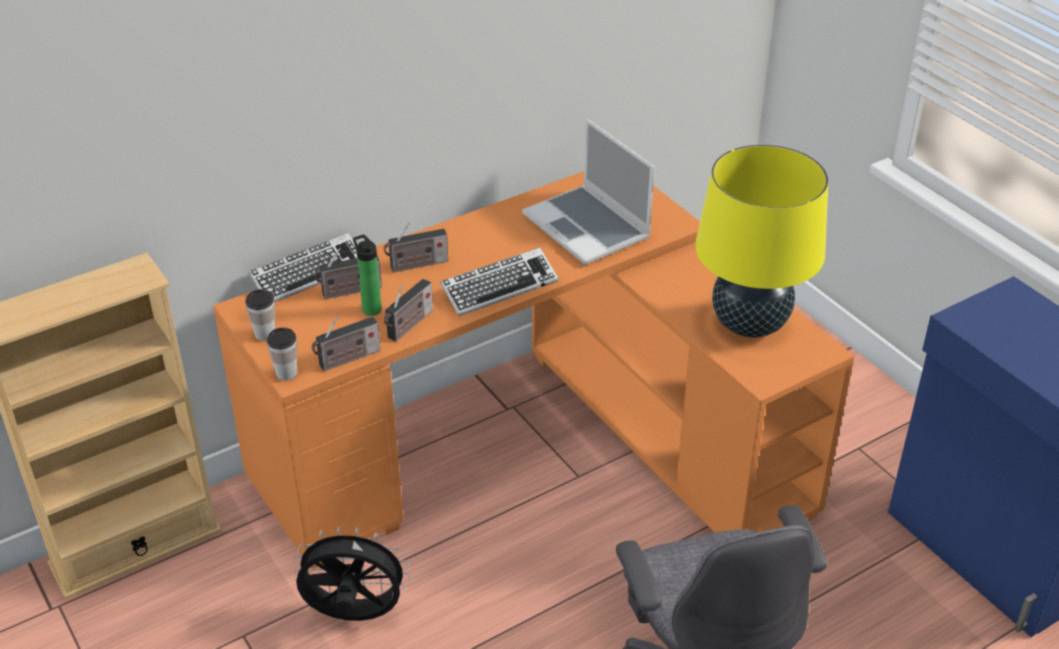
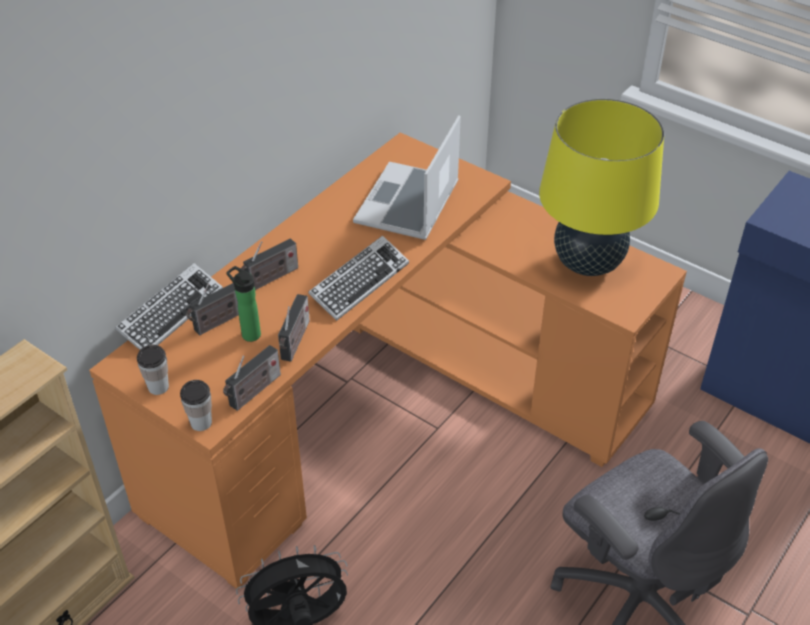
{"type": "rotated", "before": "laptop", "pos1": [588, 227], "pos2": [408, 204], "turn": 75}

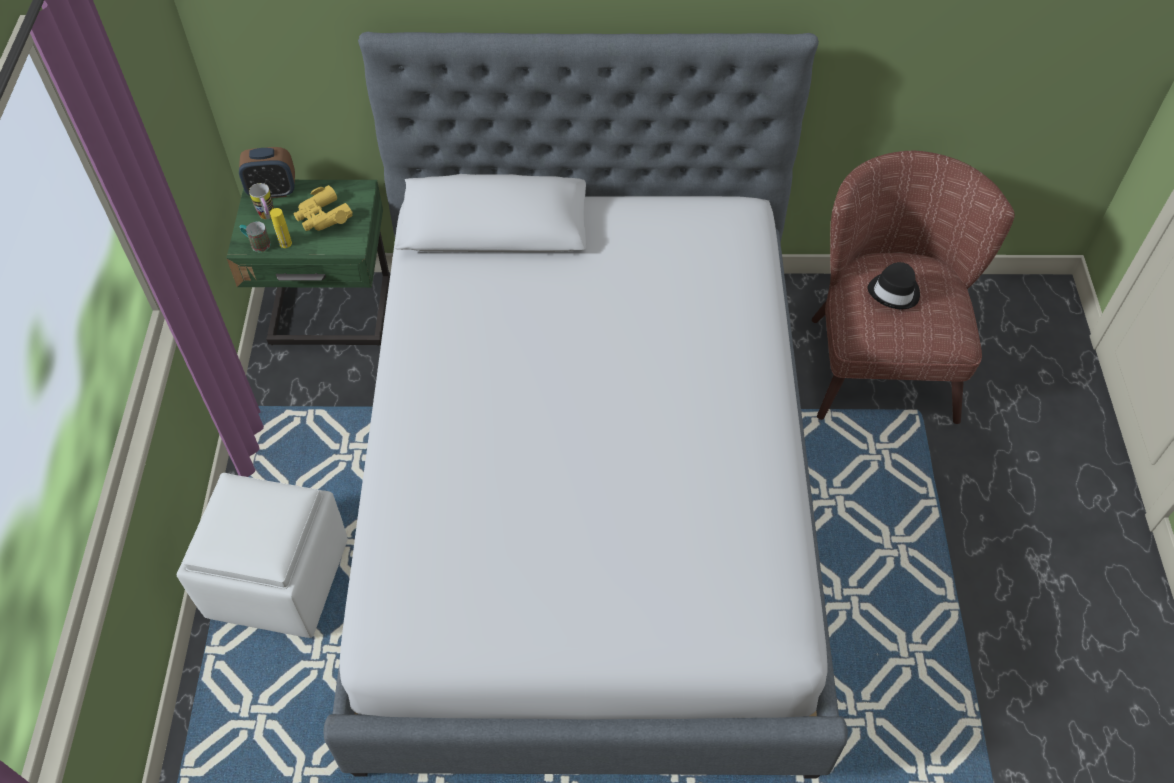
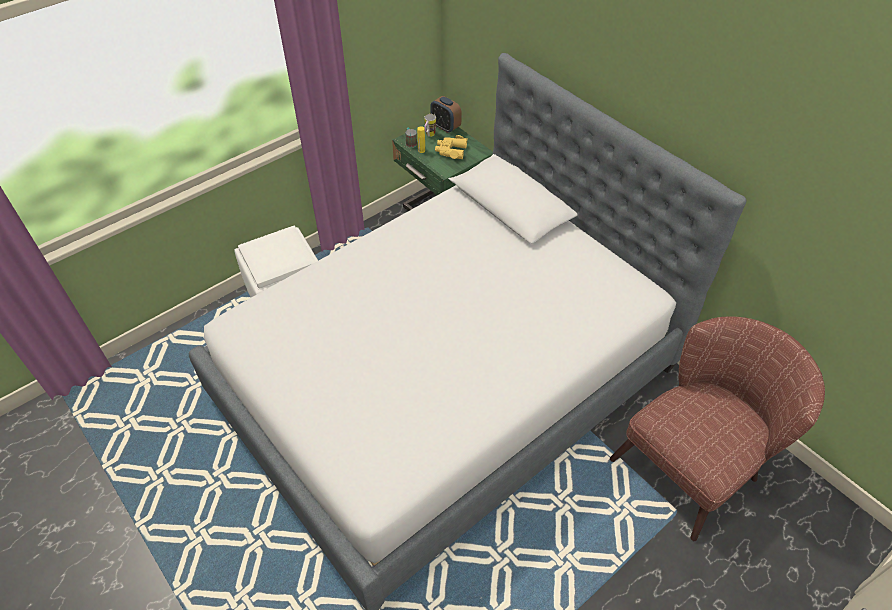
{"type": "gone", "before": "black hat", "pos1": [894, 292]}

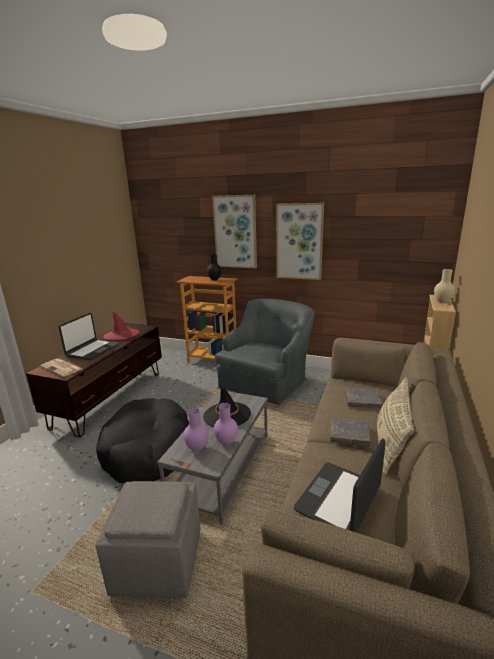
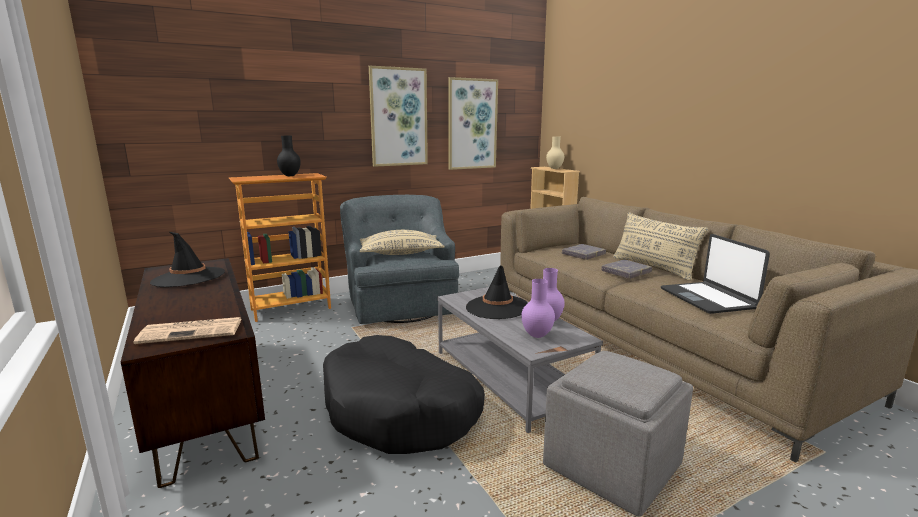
{"type": "repainted", "before": "red hat", "after": "black hat", "pos1": [121, 335], "pos2": [188, 278]}
{"type": "new", "after": "beige pillow", "pos2": [400, 253]}
{"type": "shifted", "before": "picture", "pos1": [235, 232], "pos2": [472, 124]}
{"type": "gone", "before": "laptop", "pos1": [92, 350]}

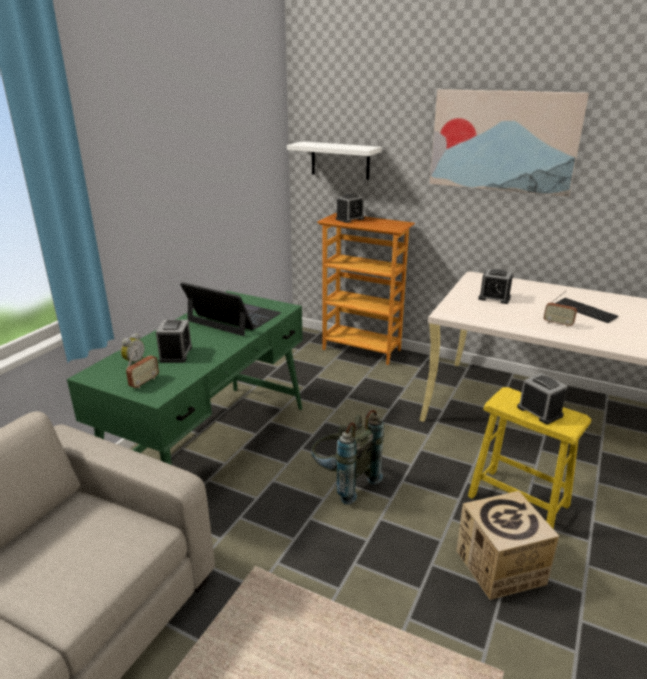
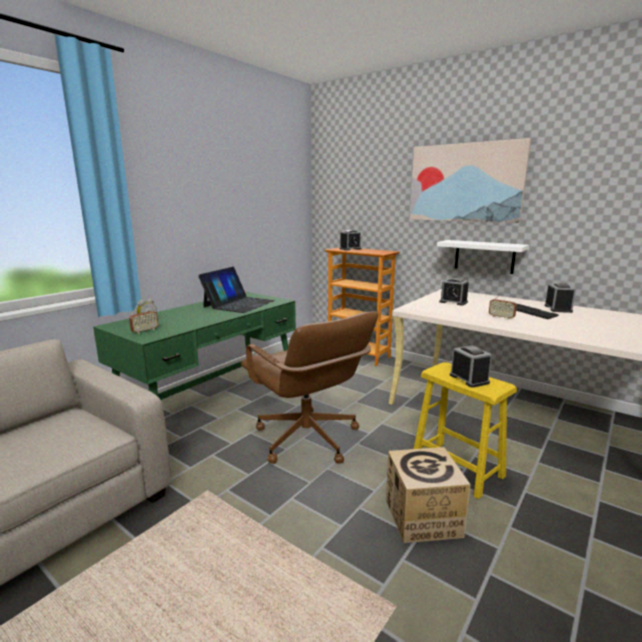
{"type": "rotated", "before": "laptop", "pos1": [233, 317], "pos2": [239, 304], "turn": 75}
{"type": "swapped", "before": "grey backpack", "after": "brown office chair", "pos1": [343, 482], "pos2": [307, 439]}
{"type": "shifted", "before": "white shelf", "pos1": [340, 160], "pos2": [484, 256]}
{"type": "shifted", "before": "alarm clock", "pos1": [176, 354], "pos2": [558, 309]}

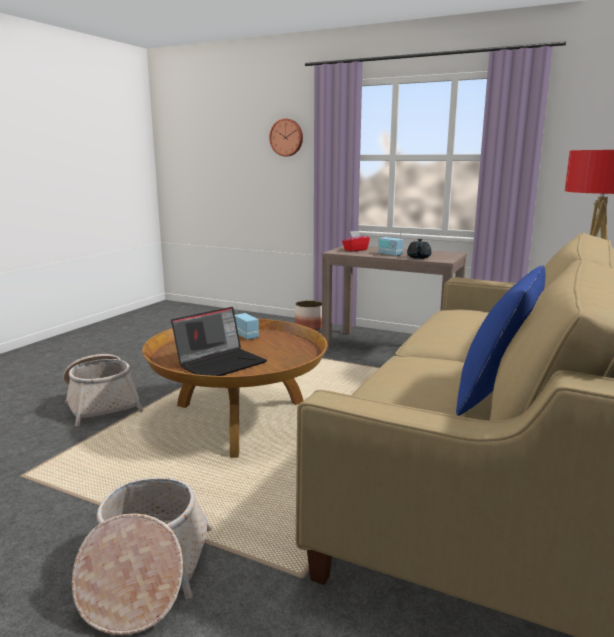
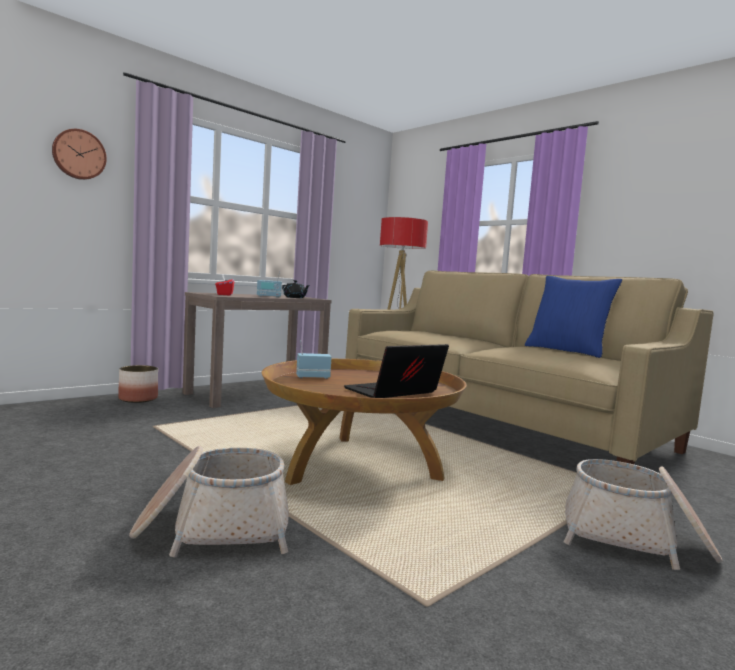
{"type": "rotated", "before": "laptop", "pos1": [221, 363], "pos2": [393, 392], "turn": -105}

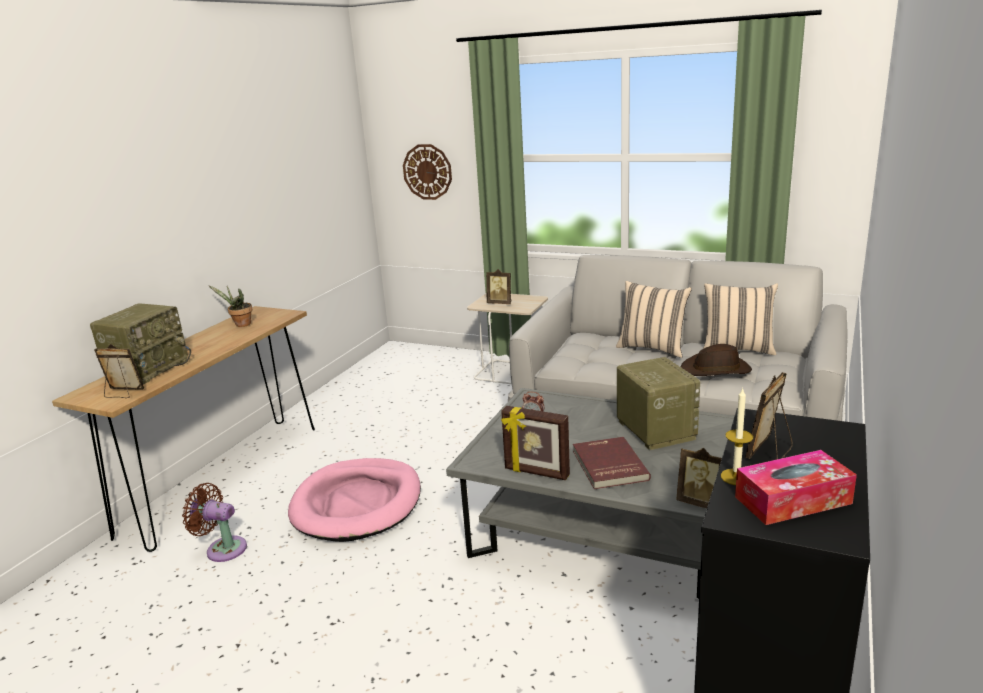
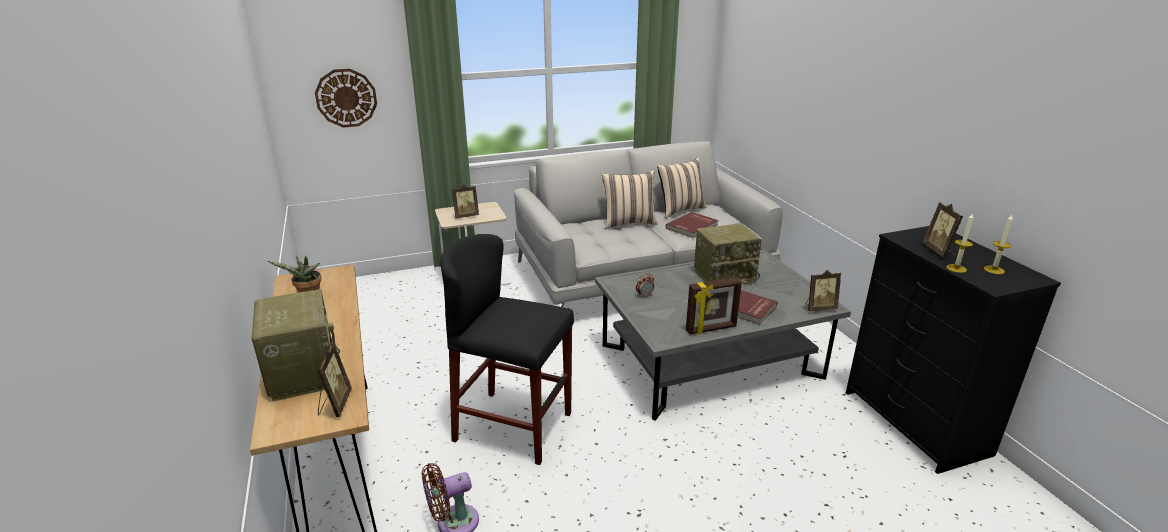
{"type": "rotated", "before": "picture frame", "pos1": [122, 393], "pos2": [334, 404], "turn": 120}
{"type": "swapped", "before": "pink dog bed", "after": "black stool", "pos1": [357, 503], "pos2": [513, 427]}
{"type": "swapped", "before": "brown hat", "after": "red book", "pos1": [716, 370], "pos2": [692, 227]}
{"type": "rotated", "before": "radio", "pos1": [654, 430], "pos2": [724, 276], "turn": 135}
{"type": "swapped", "before": "tissue box", "after": "candle", "pos1": [792, 500], "pos2": [994, 270]}

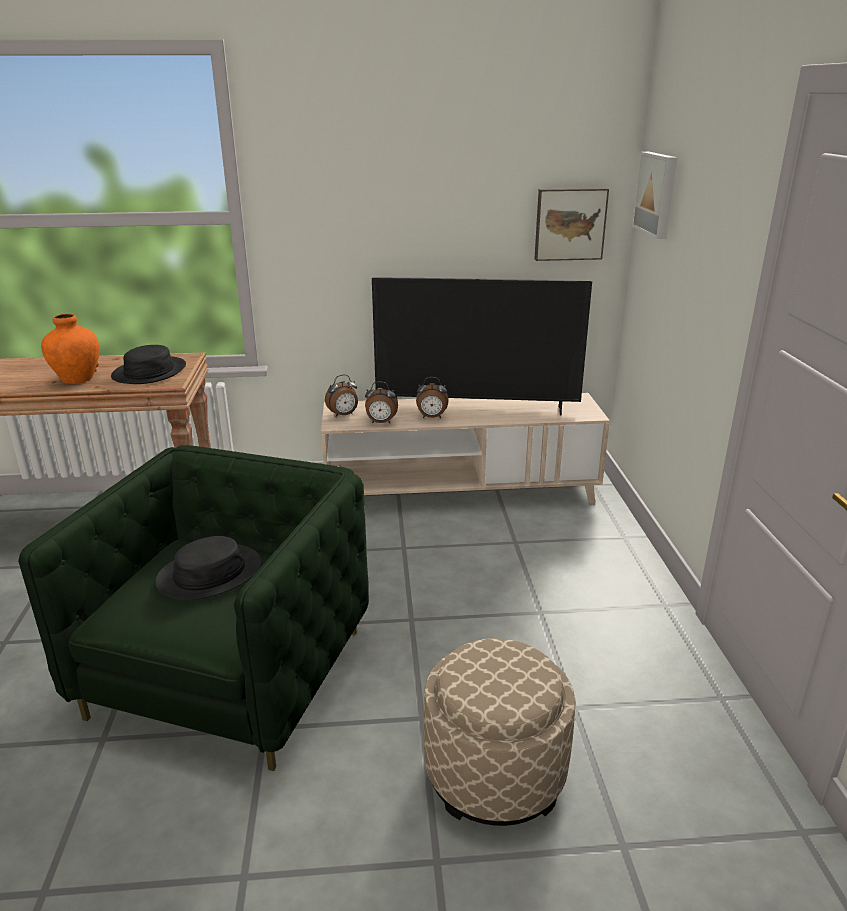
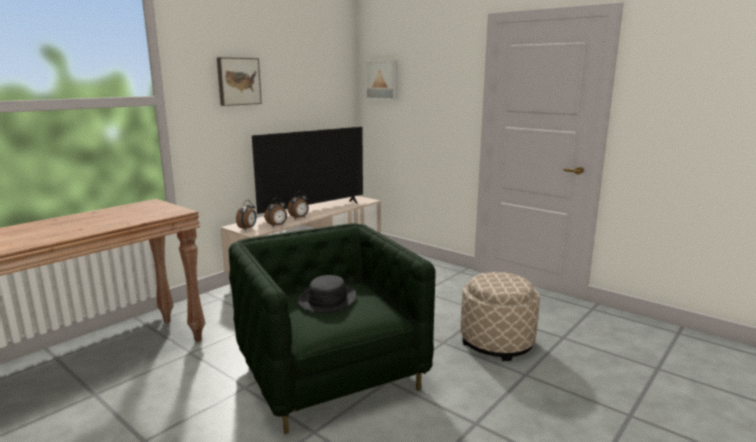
{"type": "shifted", "before": "picture", "pos1": [569, 224], "pos2": [238, 81]}
{"type": "gone", "before": "orange vase", "pos1": [77, 379]}
{"type": "gone", "before": "black hat", "pos1": [149, 372]}

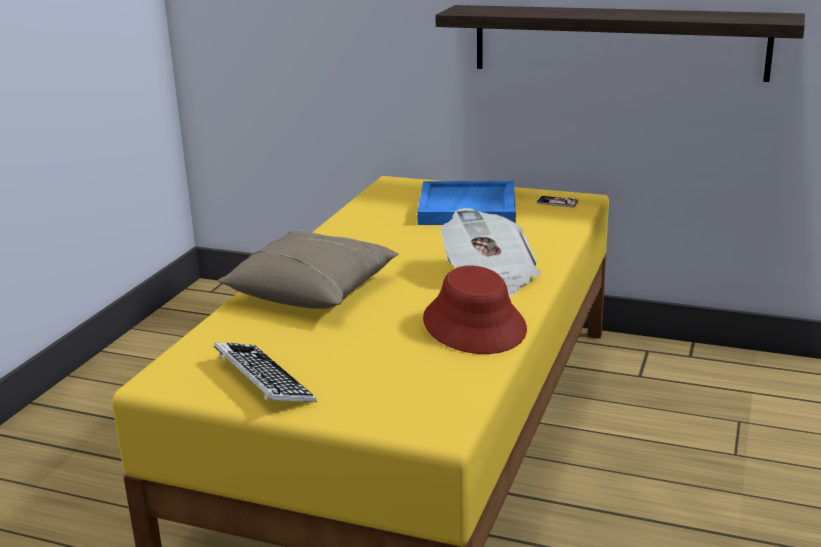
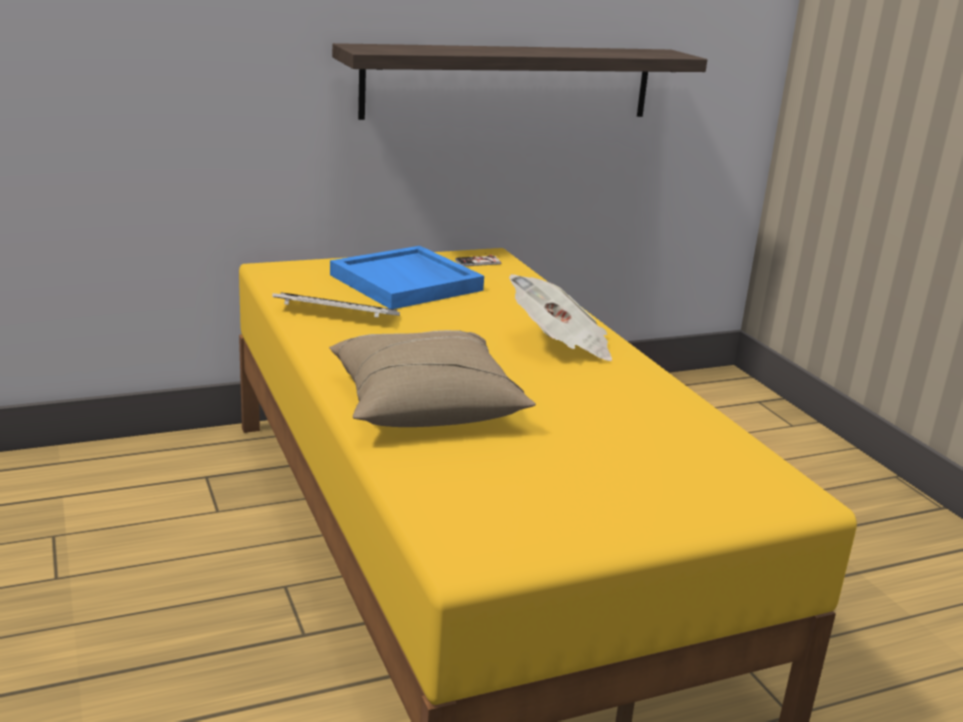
{"type": "shifted", "before": "keyboard", "pos1": [263, 381], "pos2": [336, 314]}
{"type": "gone", "before": "red hat", "pos1": [475, 325]}

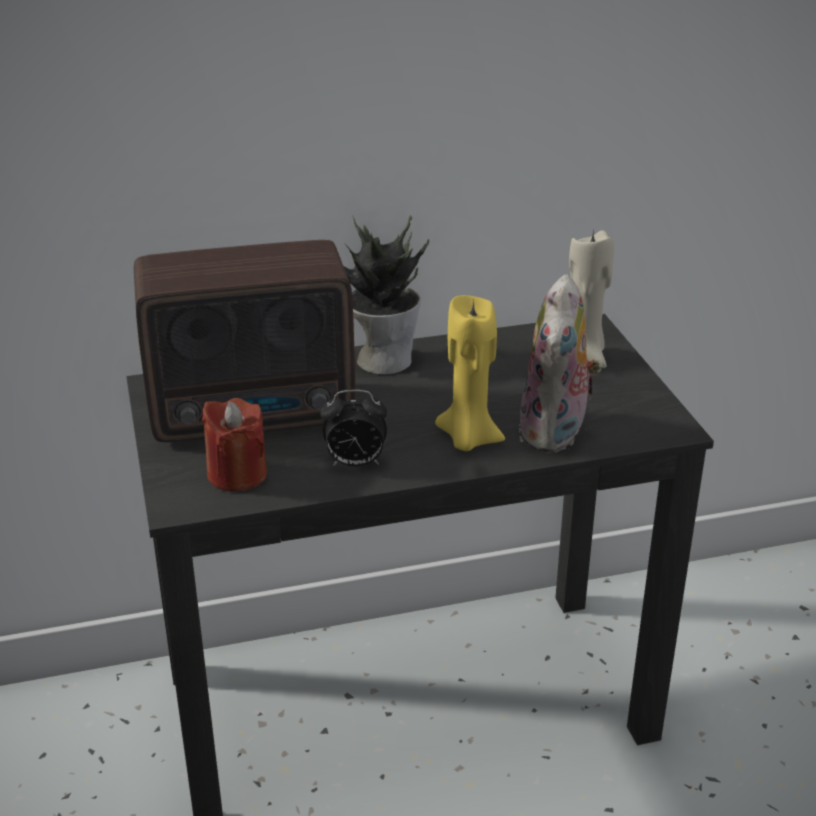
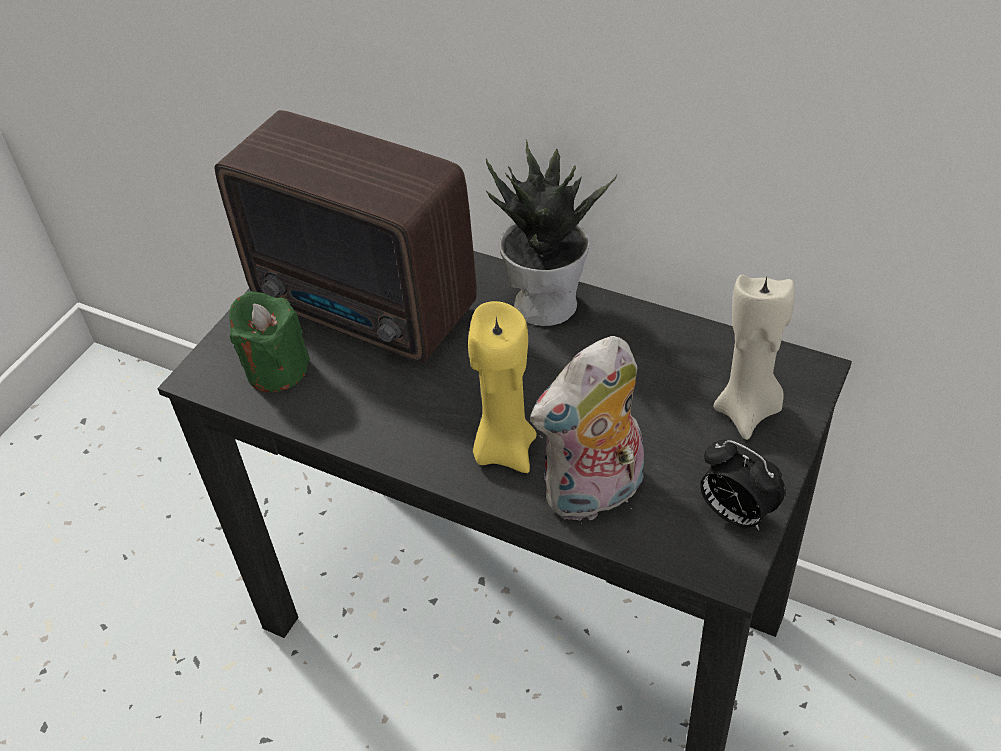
{"type": "repainted", "before": "red candle", "after": "green candle", "pos1": [237, 475], "pos2": [276, 369]}
{"type": "shifted", "before": "alarm clock", "pos1": [355, 463], "pos2": [735, 513]}

